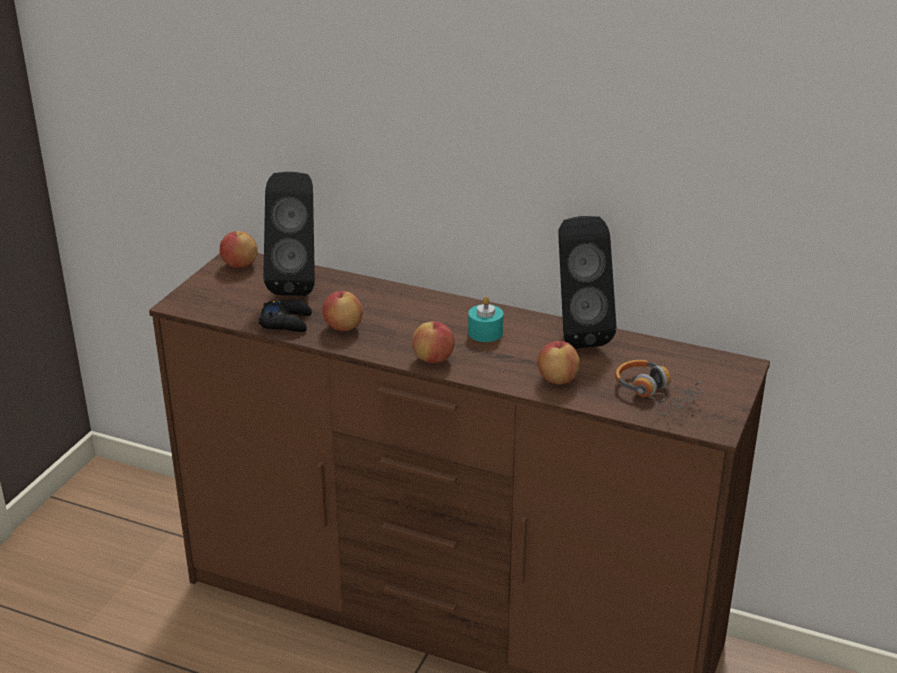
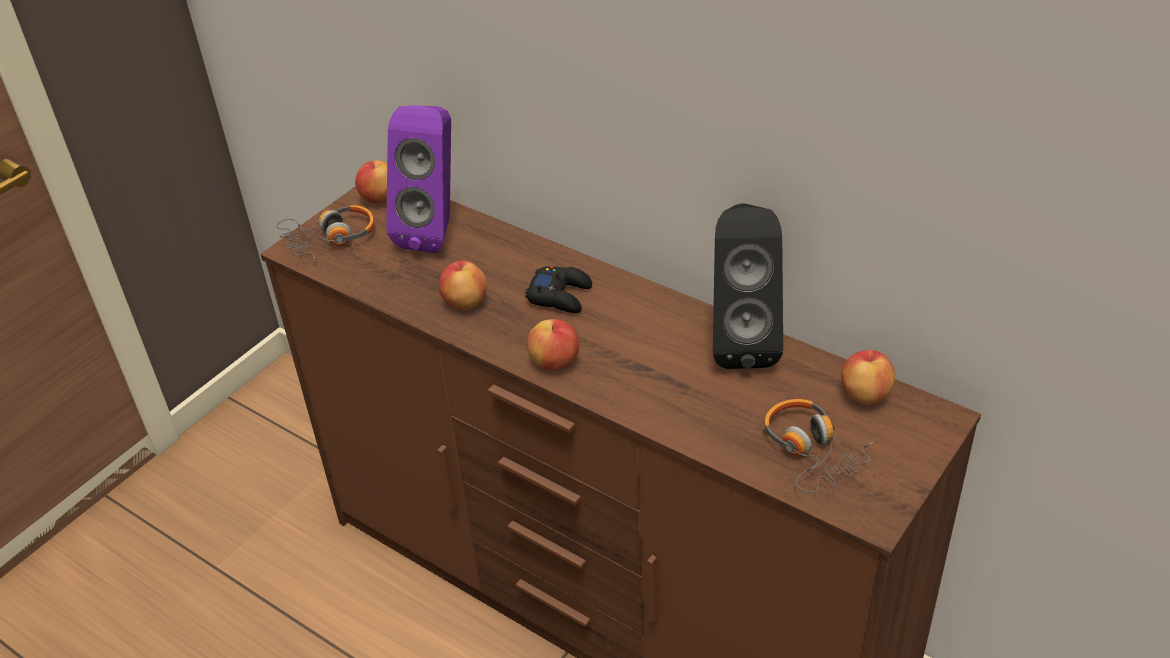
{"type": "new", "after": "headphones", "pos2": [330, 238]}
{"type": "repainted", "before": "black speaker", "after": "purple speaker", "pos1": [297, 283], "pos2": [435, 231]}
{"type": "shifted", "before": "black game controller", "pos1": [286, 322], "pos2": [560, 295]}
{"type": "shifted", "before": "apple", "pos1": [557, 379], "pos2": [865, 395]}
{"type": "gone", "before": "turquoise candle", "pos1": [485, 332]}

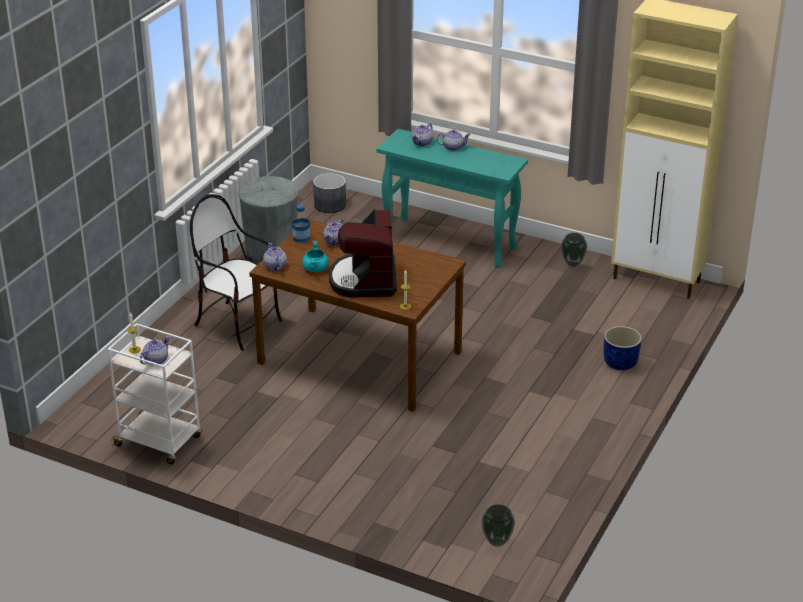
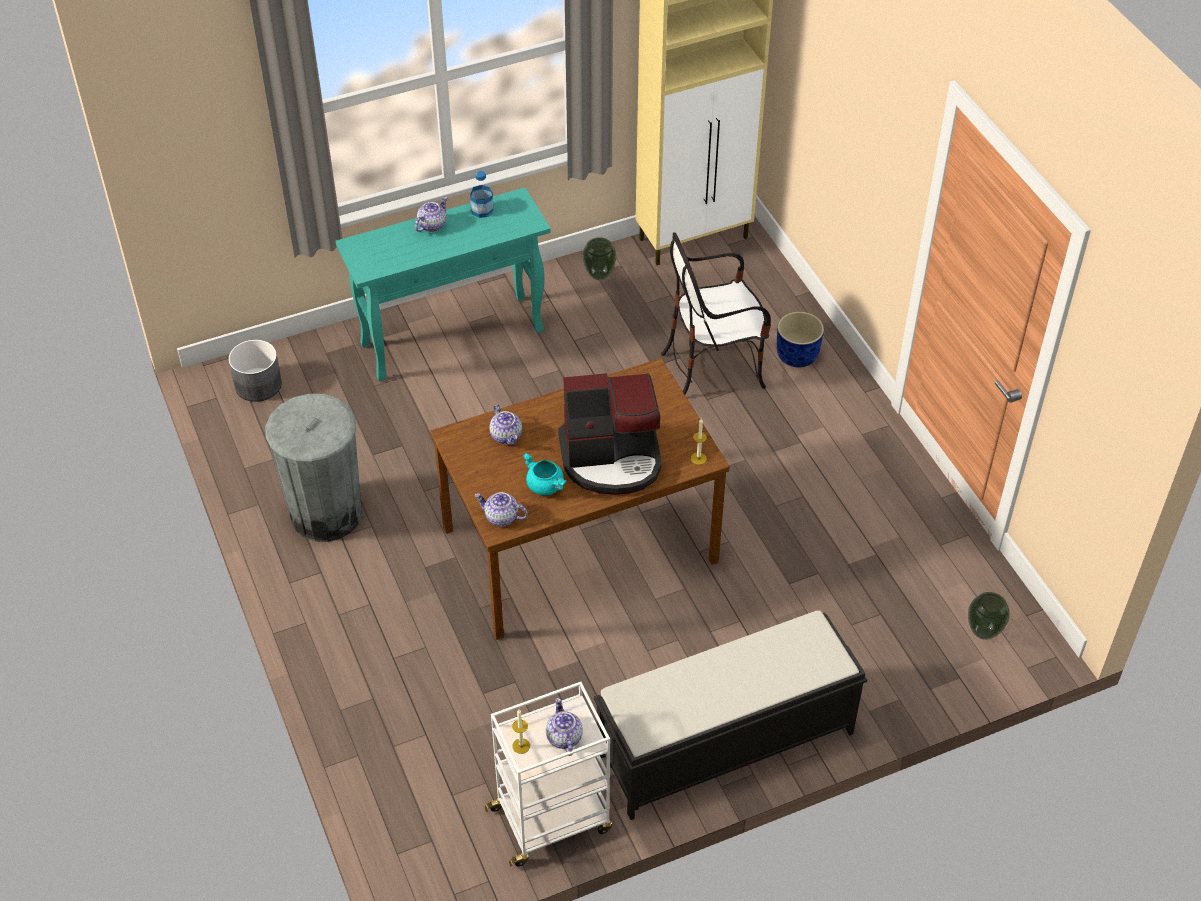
{"type": "shifted", "before": "bottle", "pos1": [301, 238], "pos2": [482, 210]}
{"type": "rotated", "before": "coffee machine", "pos1": [364, 279], "pos2": [612, 459], "turn": -45}
{"type": "new", "after": "black bench", "pos2": [723, 744]}
{"type": "shifted", "before": "chair", "pos1": [238, 325], "pos2": [713, 367]}
{"type": "gone", "before": "teapot", "pos1": [422, 143]}

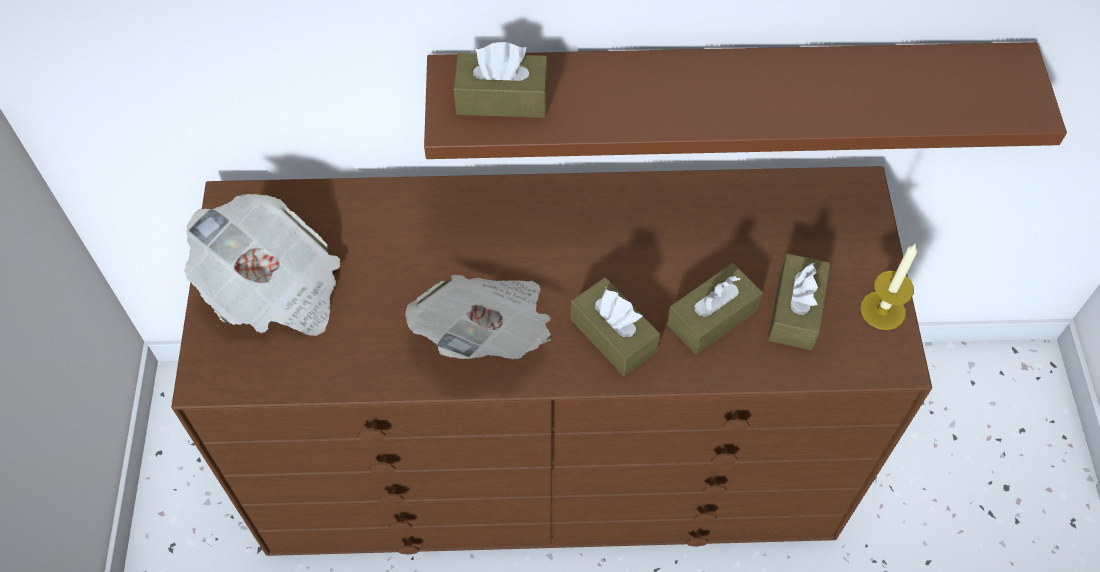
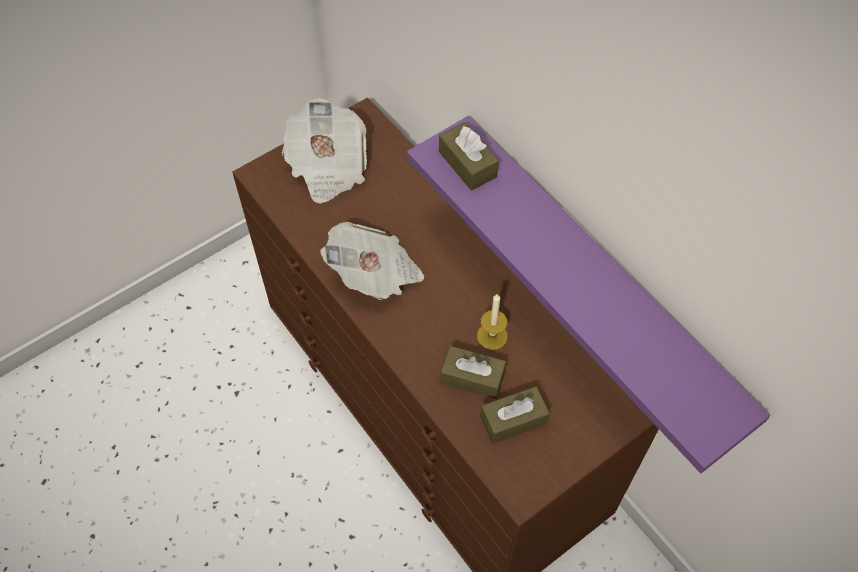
{"type": "repainted", "before": "brown shelf", "after": "purple shelf", "pos1": [726, 85], "pos2": [599, 272]}
{"type": "shifted", "before": "candle", "pos1": [882, 310], "pos2": [492, 336]}
{"type": "gone", "before": "brown tissue box", "pos1": [613, 335]}

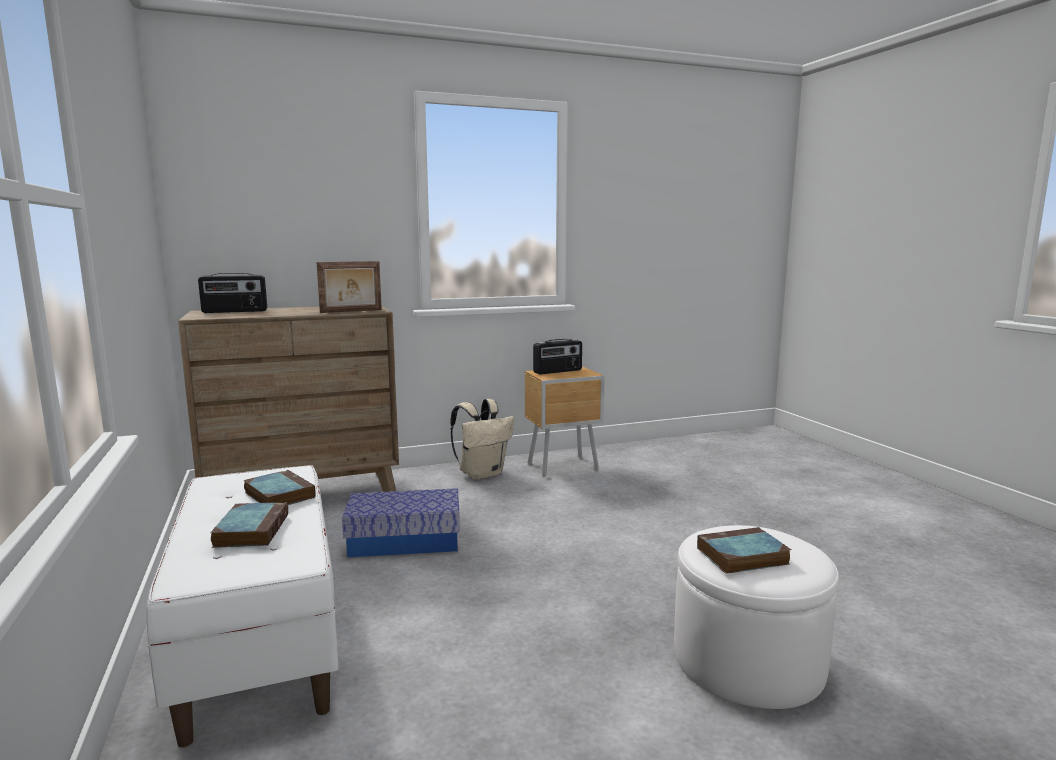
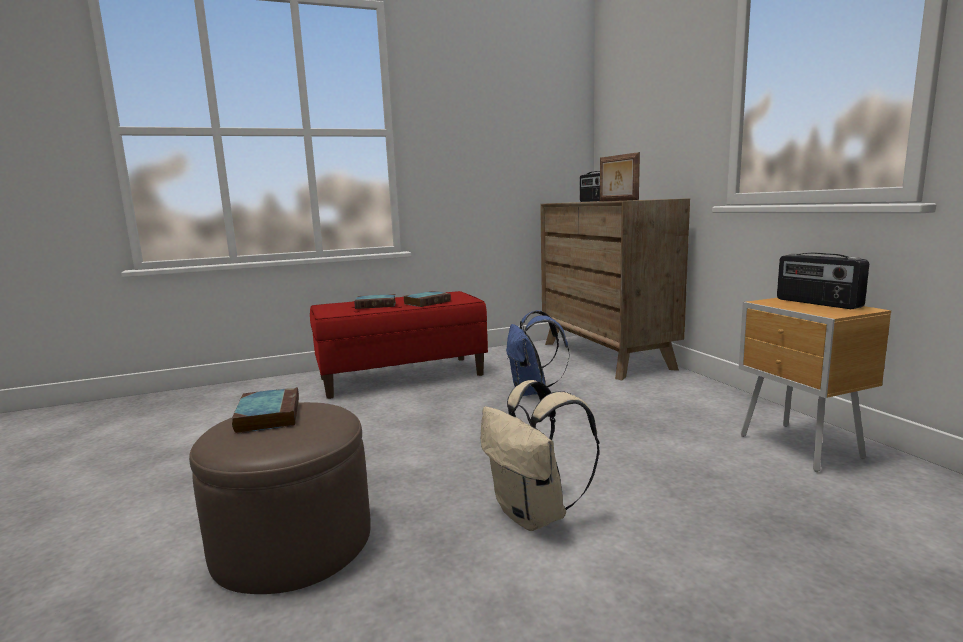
{"type": "repainted", "before": "white ottoman", "after": "brown ottoman", "pos1": [747, 660], "pos2": [292, 543]}
{"type": "repainted", "before": "white bench", "after": "red bench", "pos1": [259, 639], "pos2": [402, 376]}
{"type": "shifted", "before": "beige backpack", "pos1": [482, 474], "pos2": [535, 515]}
{"type": "swapped", "before": "storage box", "after": "blue backpack", "pos1": [404, 541], "pos2": [532, 392]}

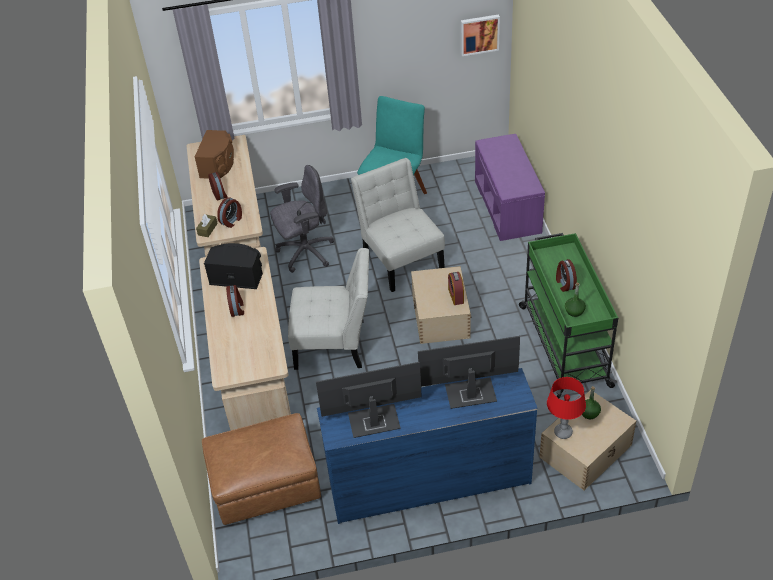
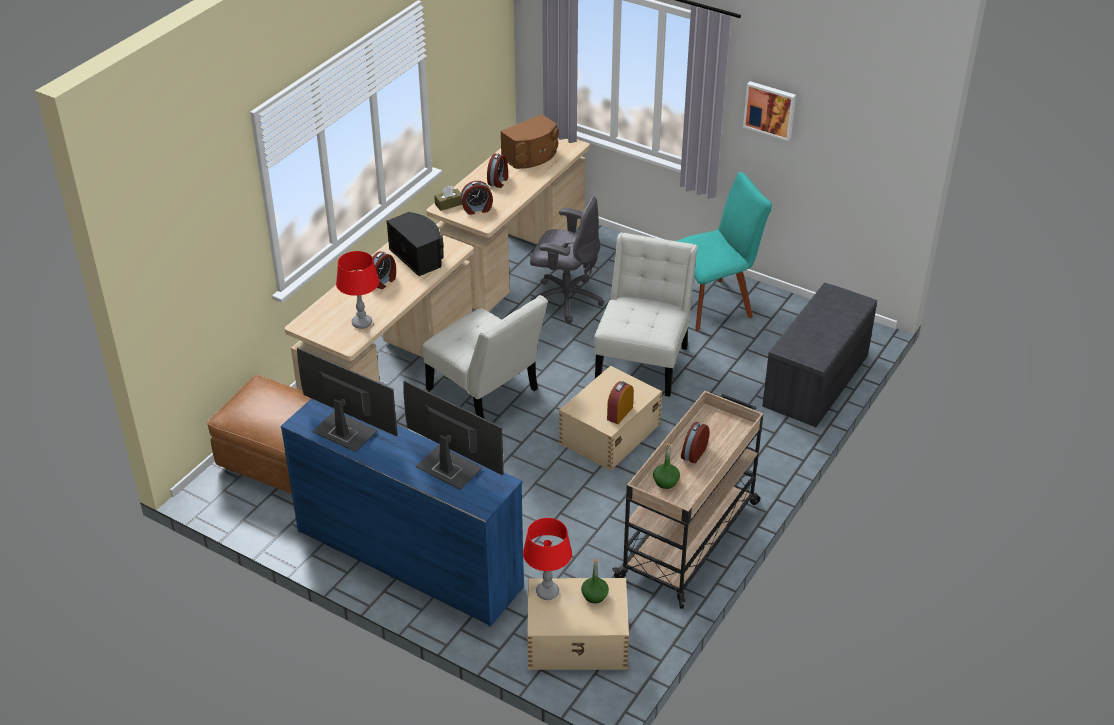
{"type": "new", "after": "red table lamp", "pos2": [362, 323]}
{"type": "repainted", "before": "green cart", "after": "beige cart", "pos1": [563, 344], "pos2": [690, 538]}
{"type": "shifted", "before": "picture", "pos1": [479, 34], "pos2": [770, 109]}
{"type": "repainted", "before": "purple bench", "after": "grey bench", "pos1": [508, 207], "pos2": [816, 381]}

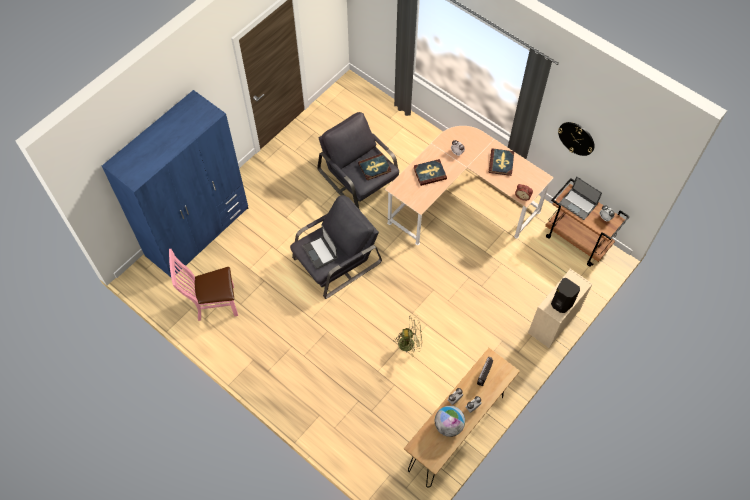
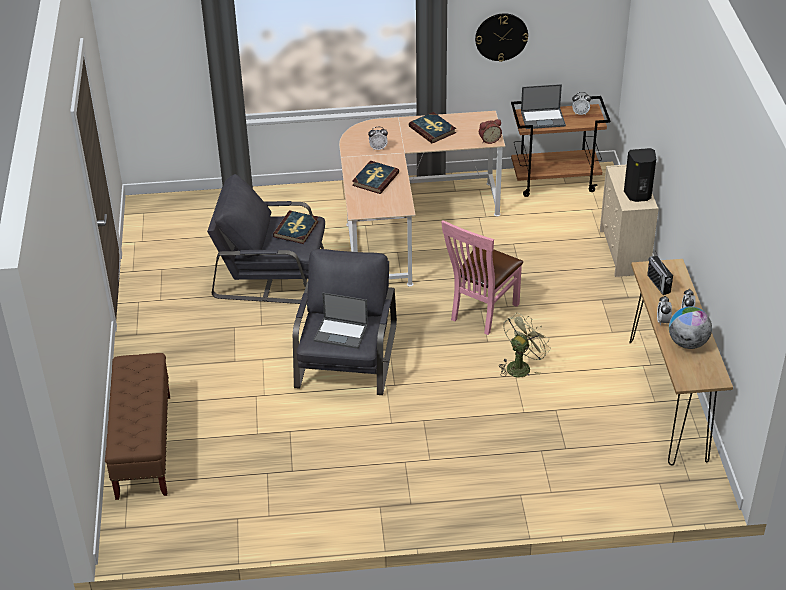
{"type": "swapped", "before": "blue wardrobe", "after": "brown bench", "pos1": [198, 231], "pos2": [144, 446]}
{"type": "shifted", "before": "pink chair", "pos1": [213, 304], "pos2": [481, 313]}

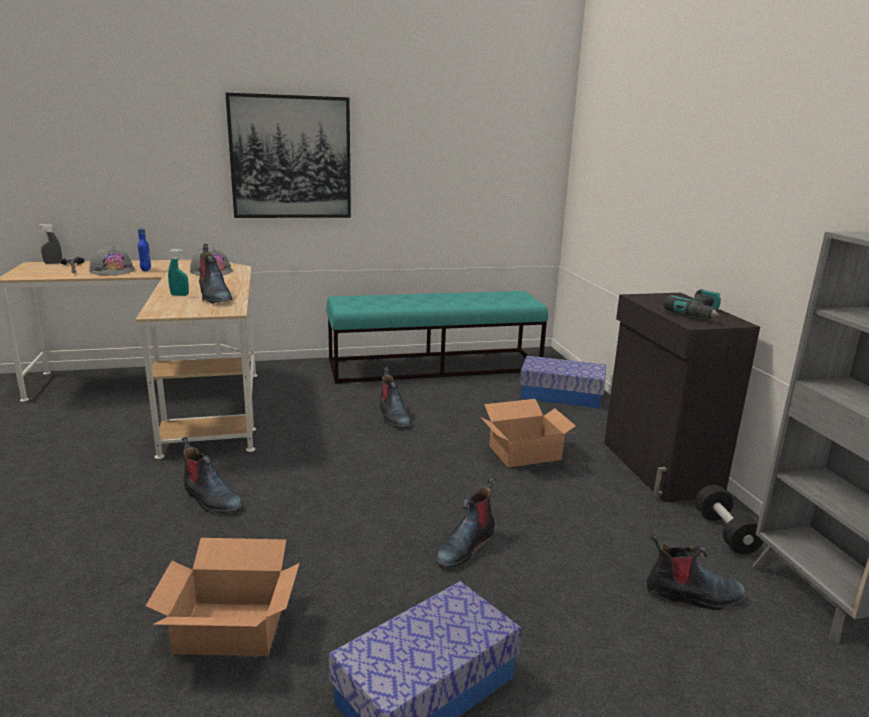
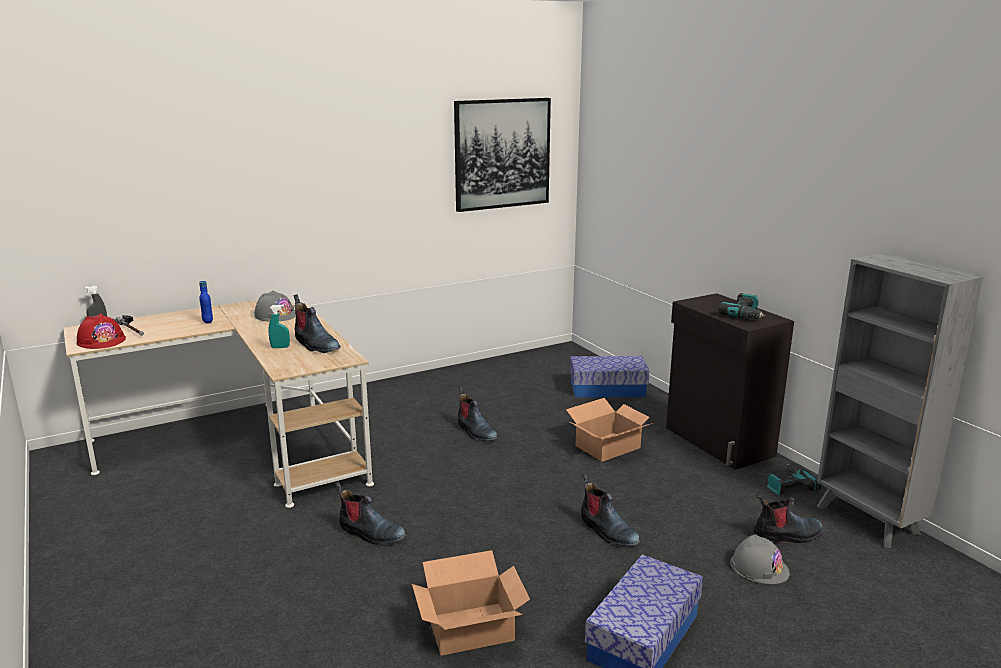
{"type": "new", "after": "red hard hat", "pos2": [101, 340]}
{"type": "shifted", "before": "picture", "pos1": [291, 157], "pos2": [502, 154]}
{"type": "rotated", "before": "boot", "pos1": [465, 545], "pos2": [607, 531], "turn": -60}
{"type": "shifted", "before": "grey hard hat", "pos1": [112, 270], "pos2": [759, 567]}
{"type": "swapped", "before": "black dumbbell", "after": "power drill", "pos1": [725, 533], "pos2": [788, 485]}
{"type": "gone", "before": "turquoise bench", "pos1": [435, 366]}

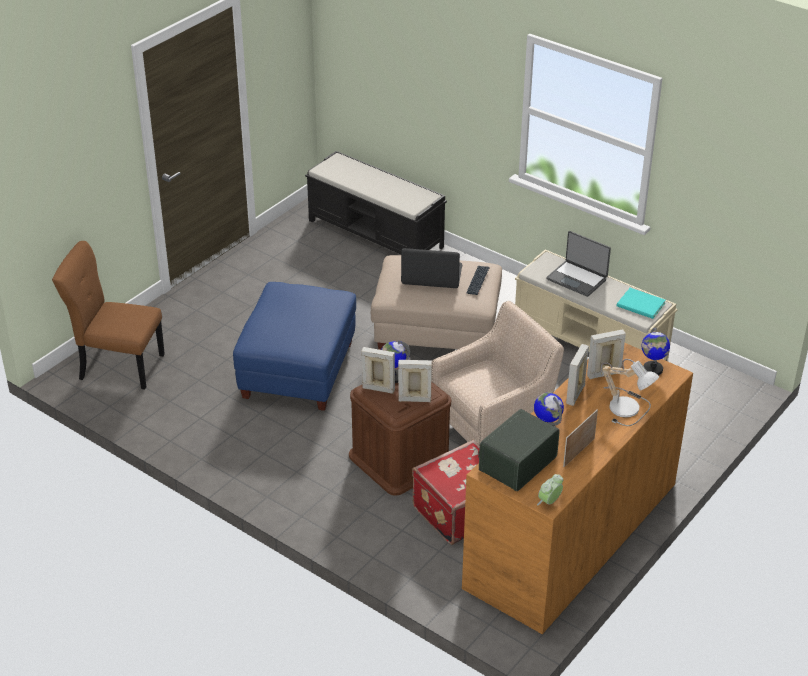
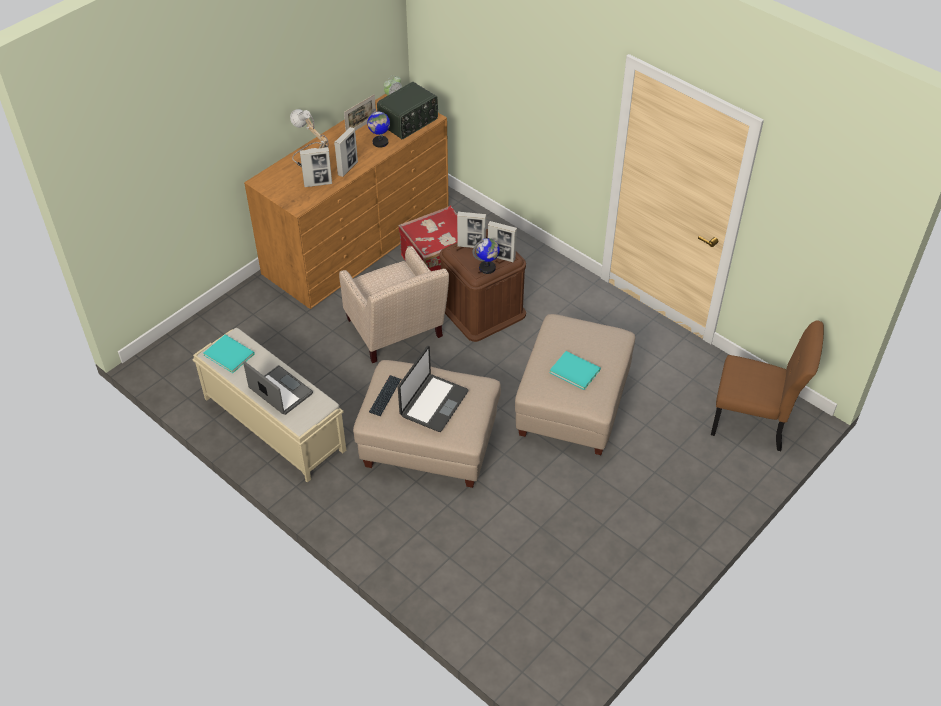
{"type": "rotated", "before": "beige armchair", "pos1": [493, 428], "pos2": [396, 333], "turn": -90}
{"type": "rotated", "before": "laptop", "pos1": [431, 276], "pos2": [433, 403], "turn": -75}
{"type": "repainted", "before": "blue ottoman", "after": "beige ottoman", "pos1": [297, 371], "pos2": [573, 406]}
{"type": "new", "after": "turquoise book", "pos2": [574, 370]}
{"type": "gone", "before": "black bench", "pos1": [376, 234]}
{"type": "gone", "before": "globe", "pos1": [652, 369]}

